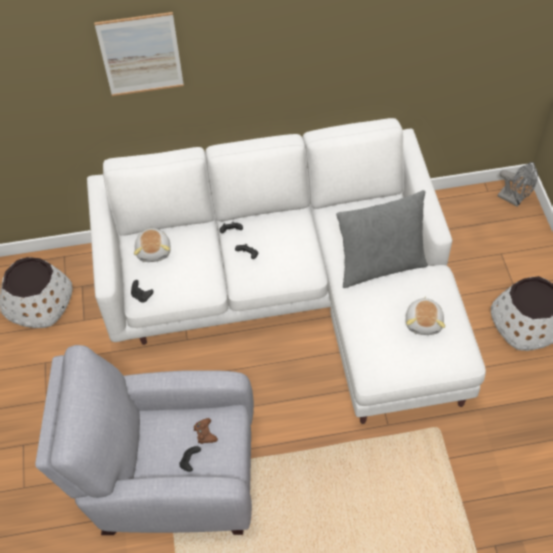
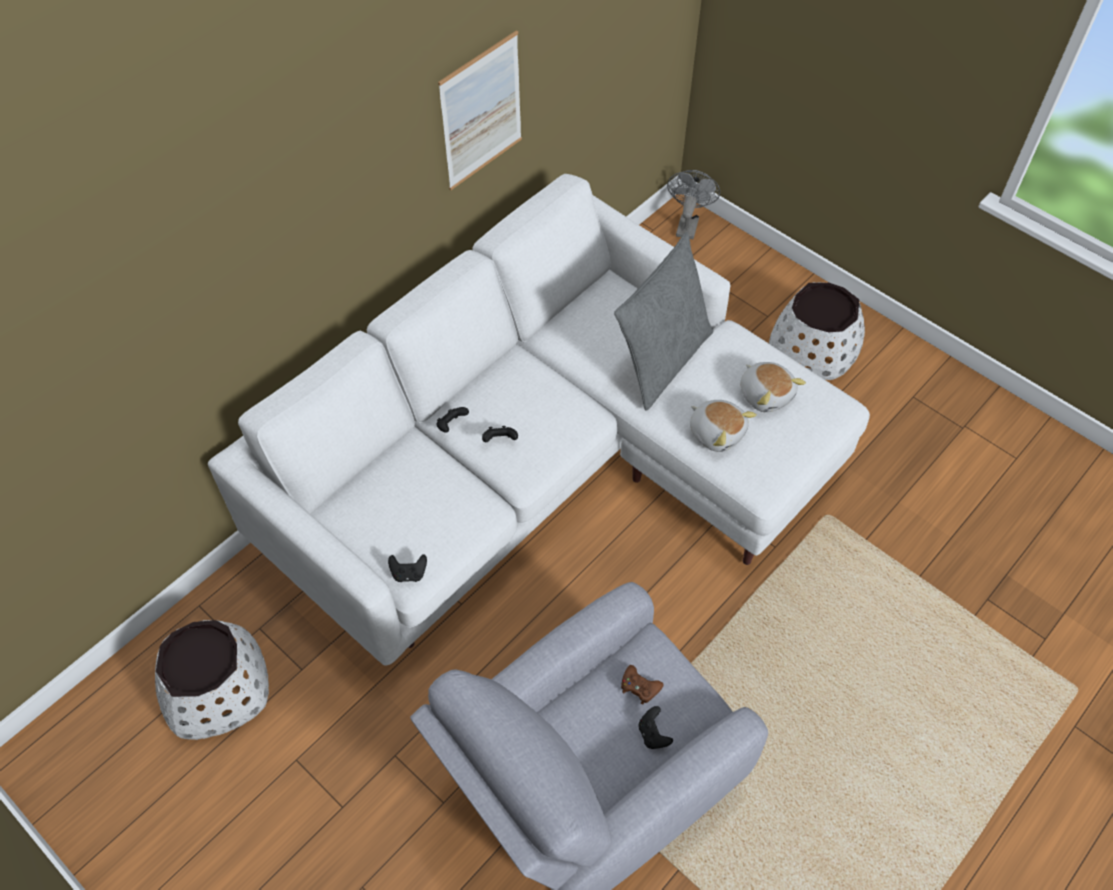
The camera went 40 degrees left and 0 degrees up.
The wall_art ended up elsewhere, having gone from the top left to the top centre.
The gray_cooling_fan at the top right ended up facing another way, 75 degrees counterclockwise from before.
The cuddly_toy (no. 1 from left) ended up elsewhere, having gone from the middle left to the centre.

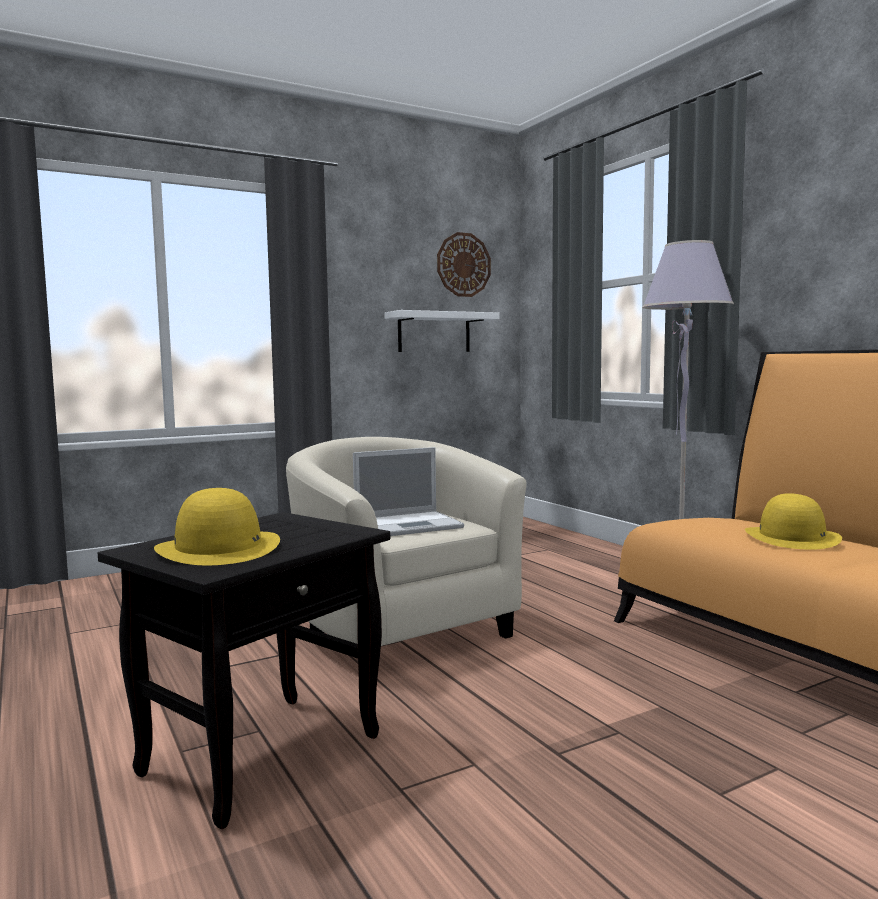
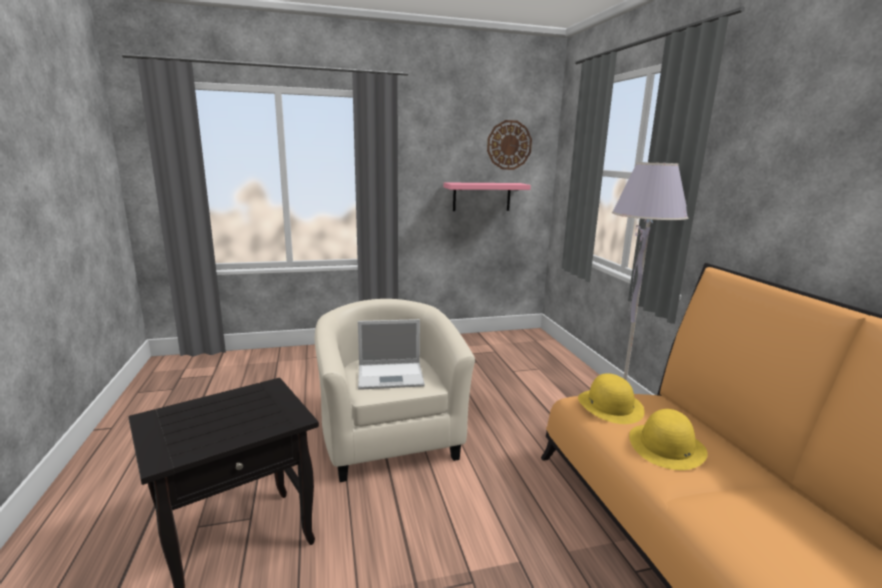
The camera went 15 degrees right and 10 degrees up.
What was the white-coloured_shelf at the centre turned into the pinkish_shelf at the centre.
The yellow-coloured_clothing_hat (no. 1 from left) ended up elsewhere, having gone from the middle left to the bottom right.

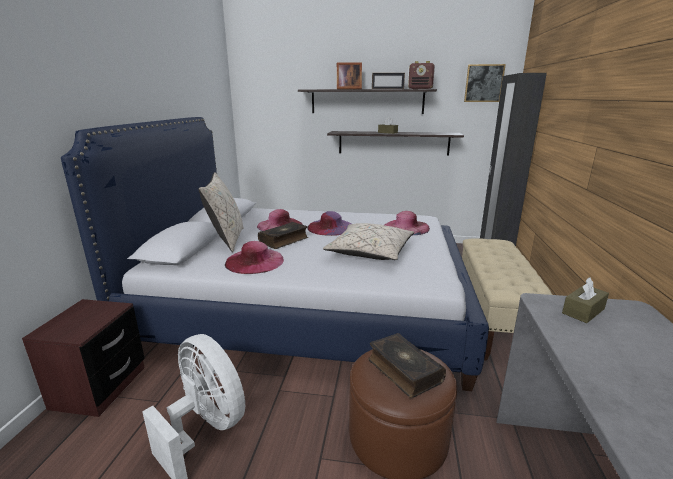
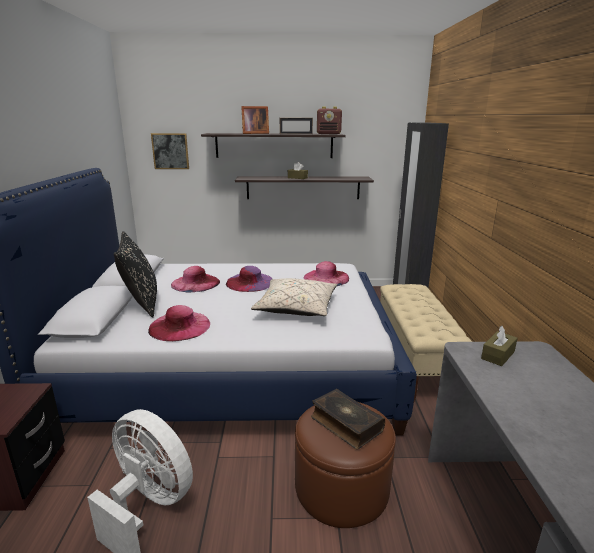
The camera went 10 degrees left and 0 degrees up.
The wall_art ended up elsewhere, having gone from the top right to the top left.
What was the beige-coloured_throw_pillow (no. 1 from left) at the middle left turned into the black-coloured_throw_pillow at the middle left.
The second view lost the book (no. 1 from left) at the centre.

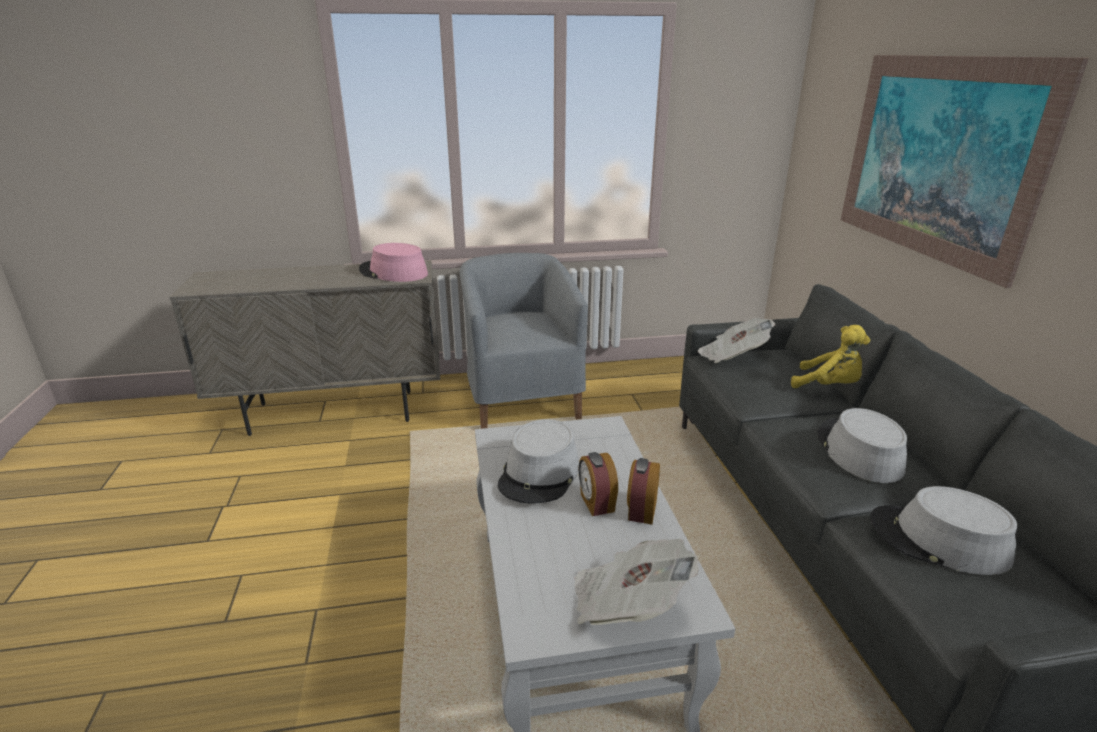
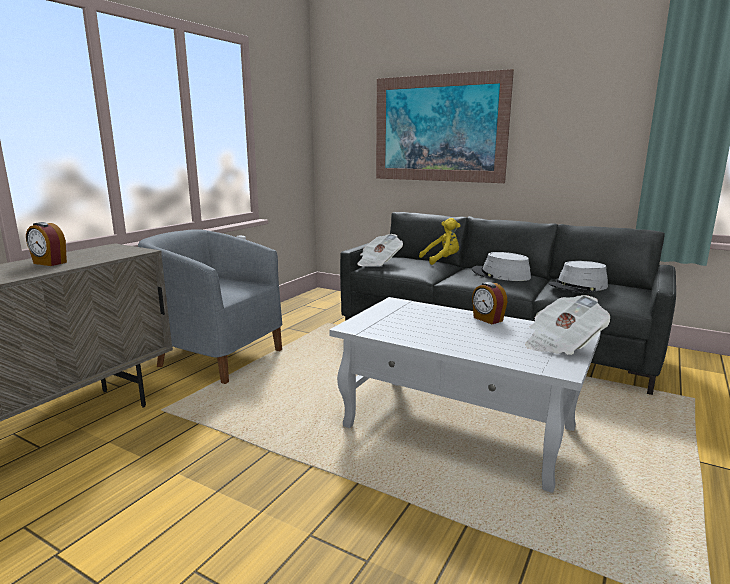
The camera went 50 degrees left and 10 degrees down.
The second view lost the pinkish_clothing_hat at the centre.
The second view lost the gray_clothing_hat (no. 1 from left) at the centre.
The table_clock (no. 1 from left) ended up elsewhere, having gone from the centre to the middle left.

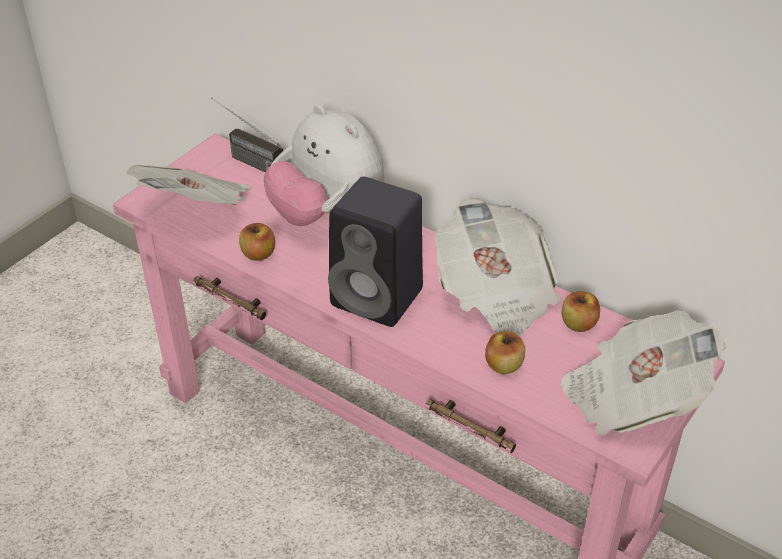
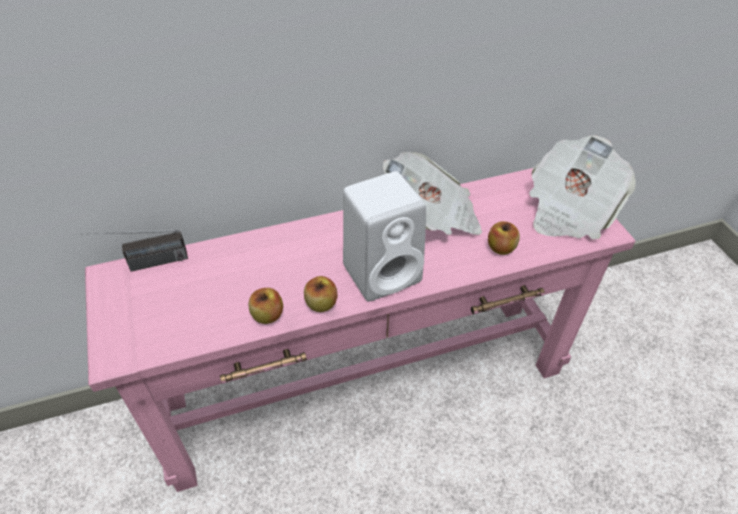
The camera went 55 degrees left and 5 degrees up.
The second view lost the cuddly_toy at the top centre.
The second view lost the daily_paper (no. 1 from left) at the top left.
What was the black-coloured_speaker at the centre turned into the white-coloured_speaker at the centre.
The whole_apple (no. 3 from left in the first image) ended up elsewhere, having gone from the middle right to the centre.

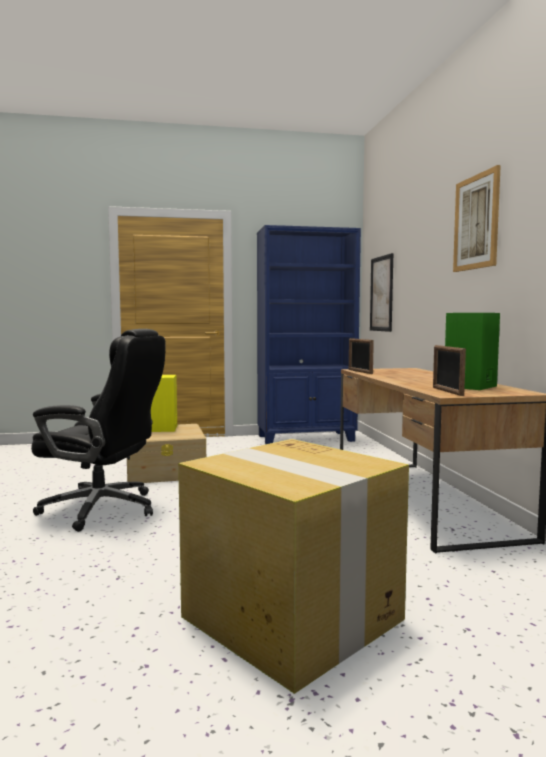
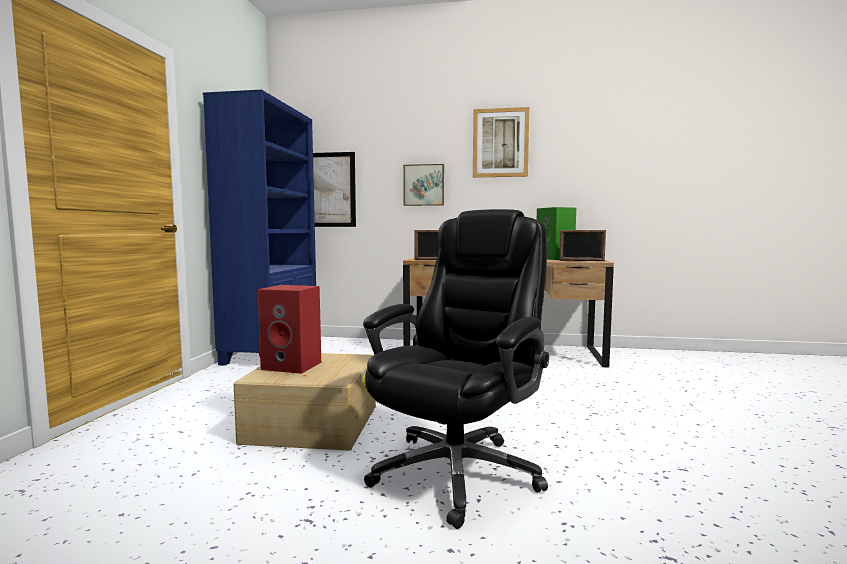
The camera went 70 degrees left and 0 degrees up.
What was the yellow-coloured_speaker at the middle left turned into the reddish_speaker at the centre.
The second view lost the packing_box at the bottom centre.
The second view gained the wall_art (no. 2 from left) at the top centre.

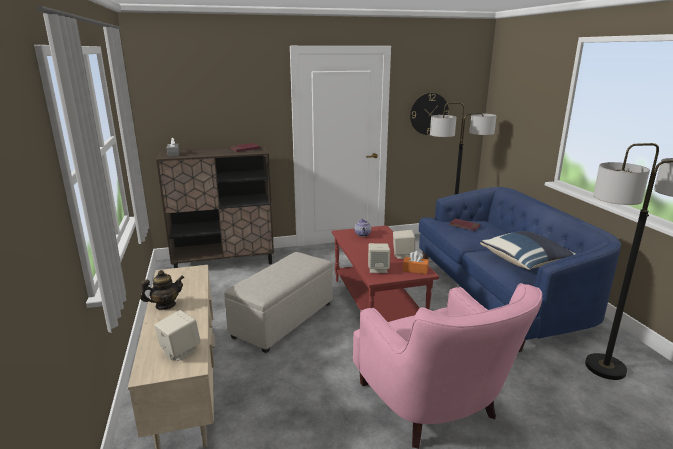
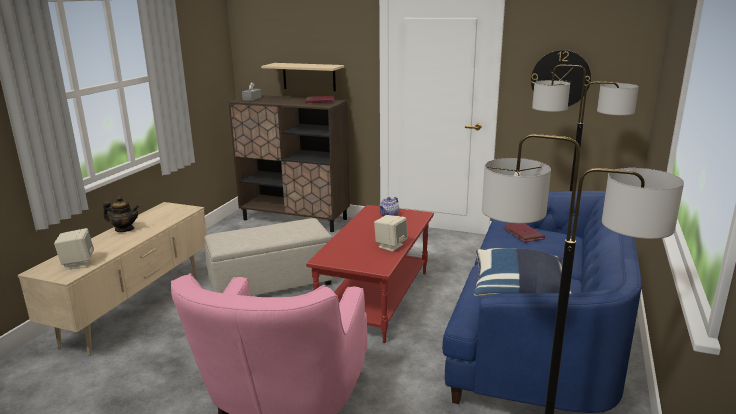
The camera went 35 degrees right and 0 degrees up.
The second view lost the beige-coloured_speaker (no. 2 from left) at the centre.
The second view lost the orangey_box_of_tissues at the centre.
The second view gained the beige-coloured_shelf at the top centre.

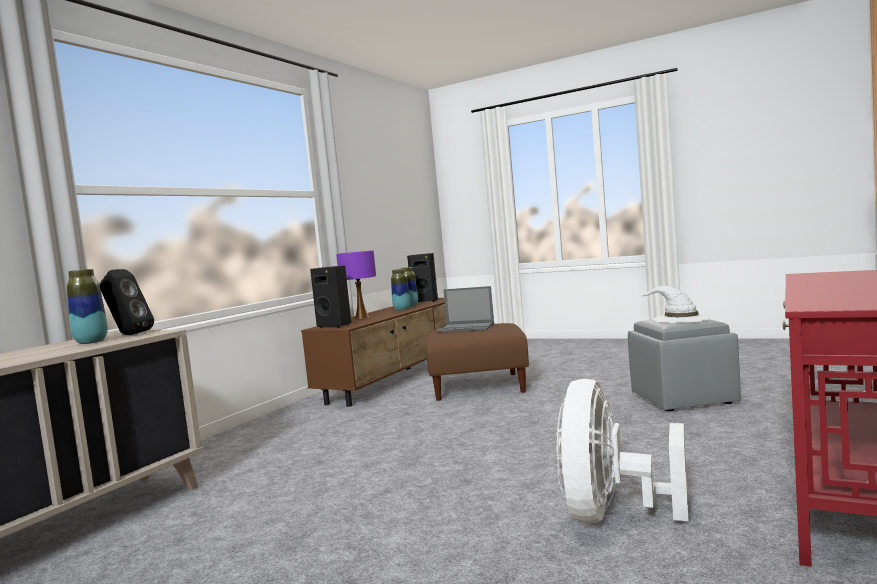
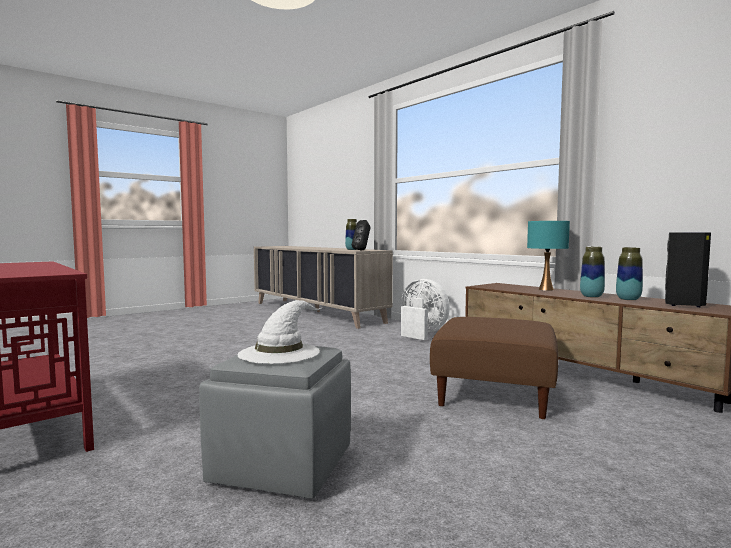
The camera went 110 degrees right and 0 degrees up.
What was the purple-coloured_lamp_for_a_table at the centre turned into the blue-green_lamp_for_a_table at the middle right.
The second view lost the black-coloured_speaker (no. 2 from left) at the centre.
The second view lost the laptop at the centre.
The white-coloured_cooling_fan ended up elsewhere, having gone from the bottom right to the centre.

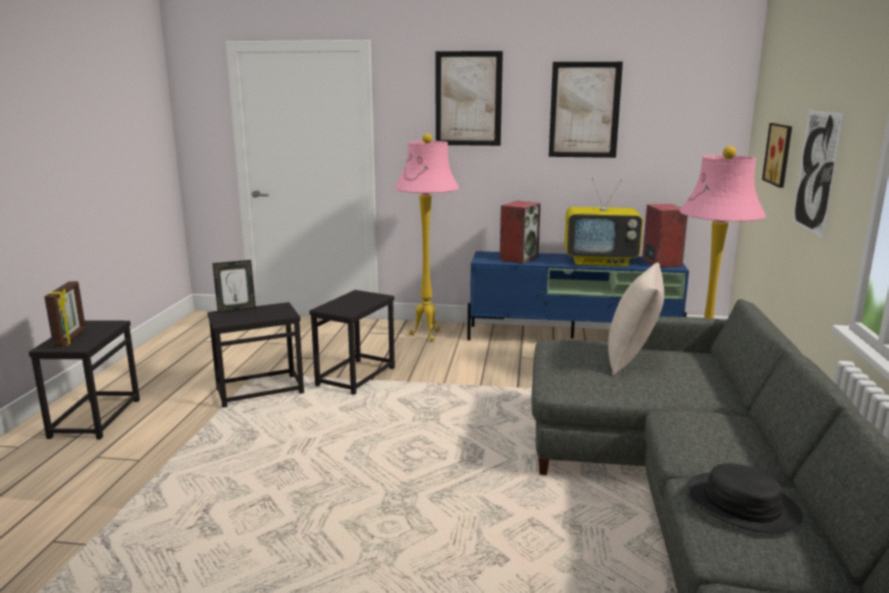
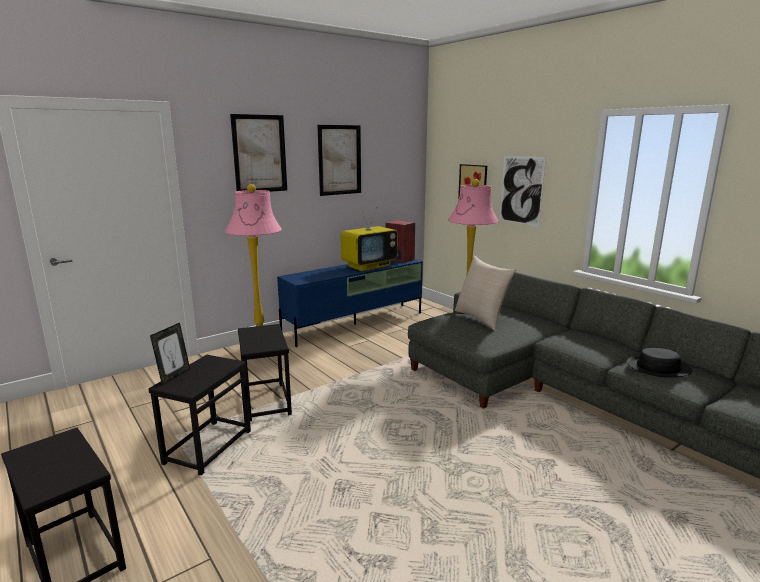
The camera went 45 degrees left and 0 degrees up.
The second view lost the speaker (no. 1 from left) at the centre.
The second view lost the photo_frame (no. 1 from left) at the middle left.

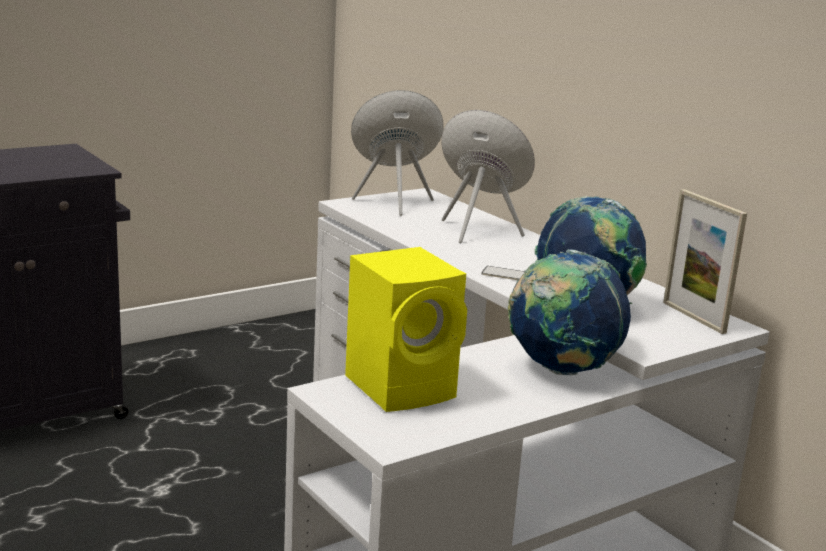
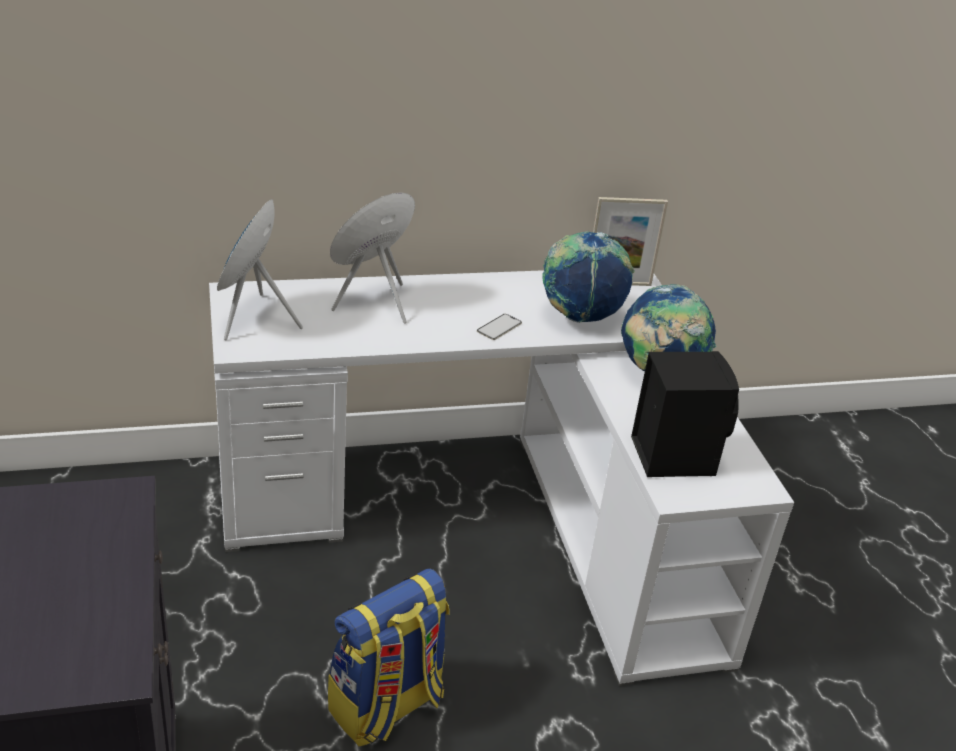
The camera went 70 degrees left and 15 degrees up.
What was the yellow-coloured_speaker at the centre turned into the black-coloured_speaker at the middle right.
The second view gained the knapsack at the bottom centre.

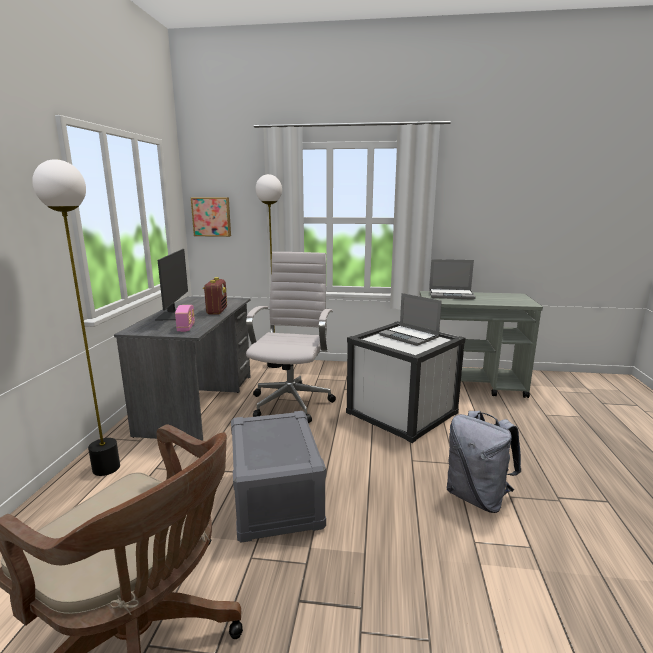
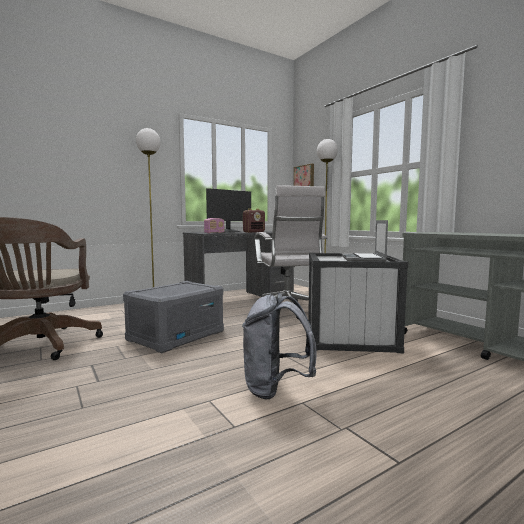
The camera went 50 degrees right and 10 degrees down.
The white-coloured_desk_chair at the centre ended up facing another way, 105 degrees clockwise from before.
The second view lost the laptop (no. 2 from left) at the middle right.

